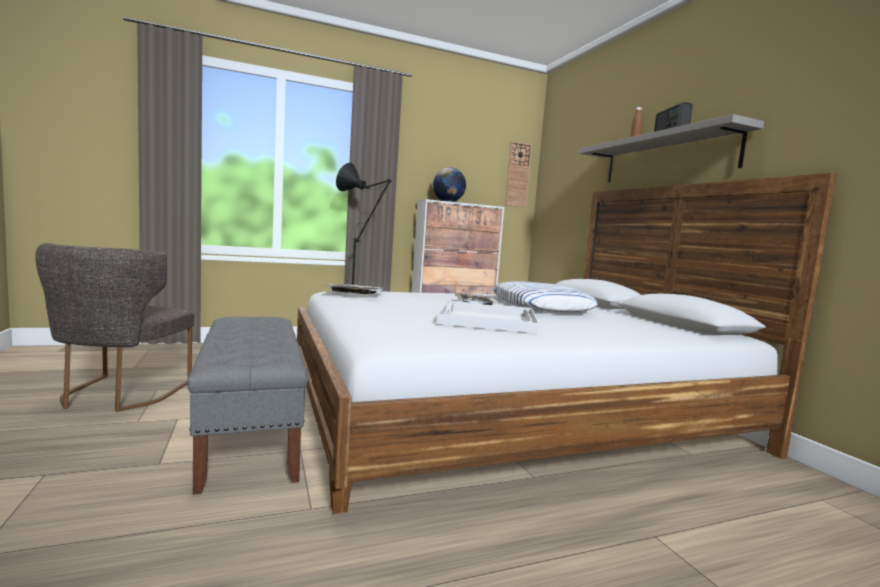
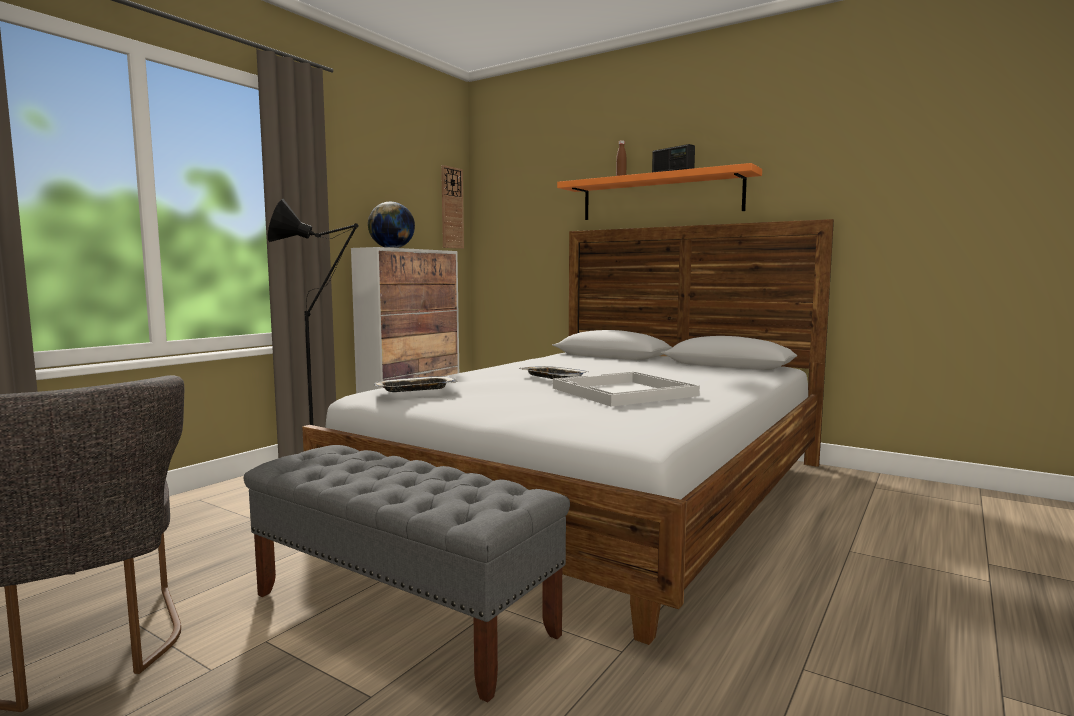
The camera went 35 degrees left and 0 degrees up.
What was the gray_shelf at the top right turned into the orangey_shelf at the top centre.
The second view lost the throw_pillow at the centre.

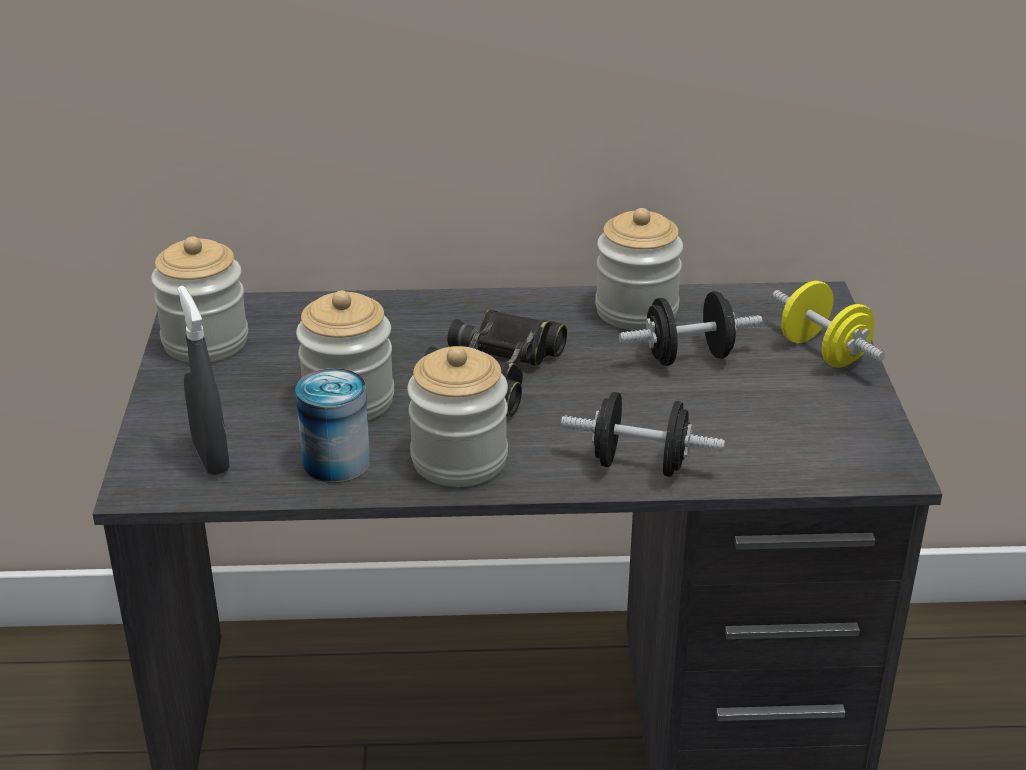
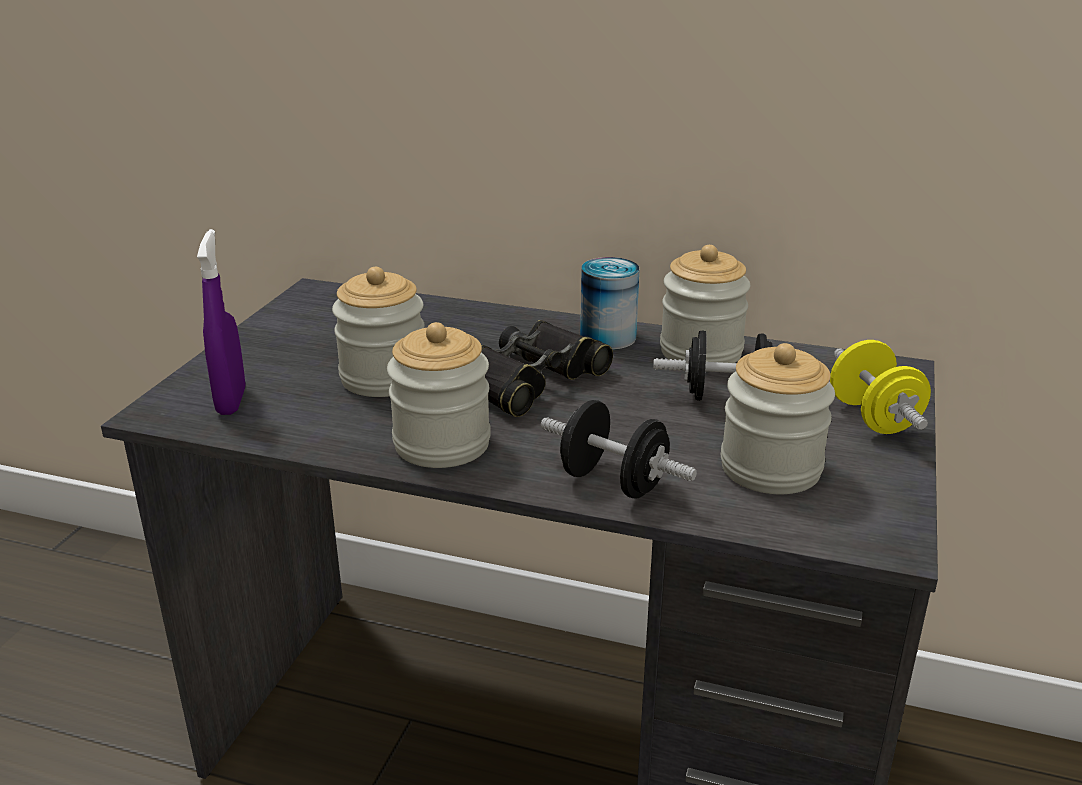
The camera went 20 degrees right and 5 degrees down.
The preserve_jar (no. 1 from left in the first image) ended up elsewhere, having gone from the middle left to the middle right.
What was the gray_spray_bottle at the middle left turned into the purple-coloured_spray_bottle at the middle left.
The can ended up elsewhere, having gone from the middle left to the centre.

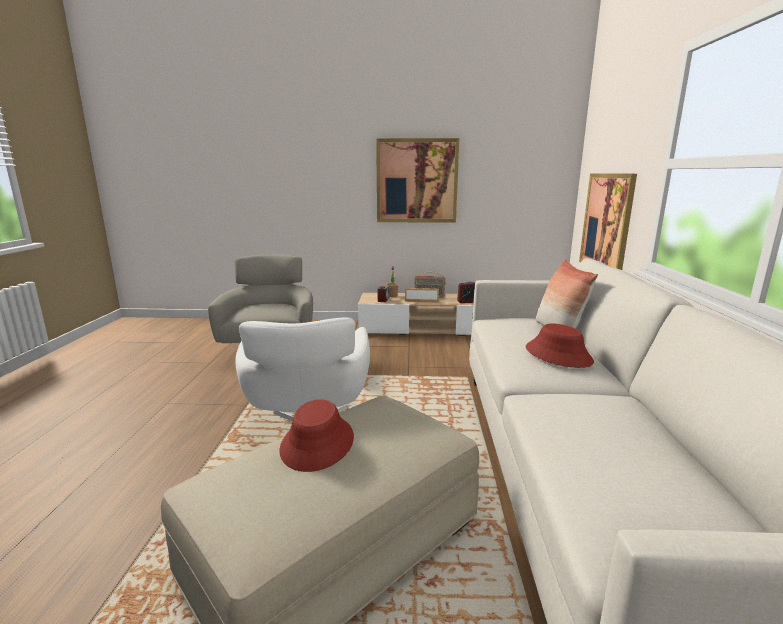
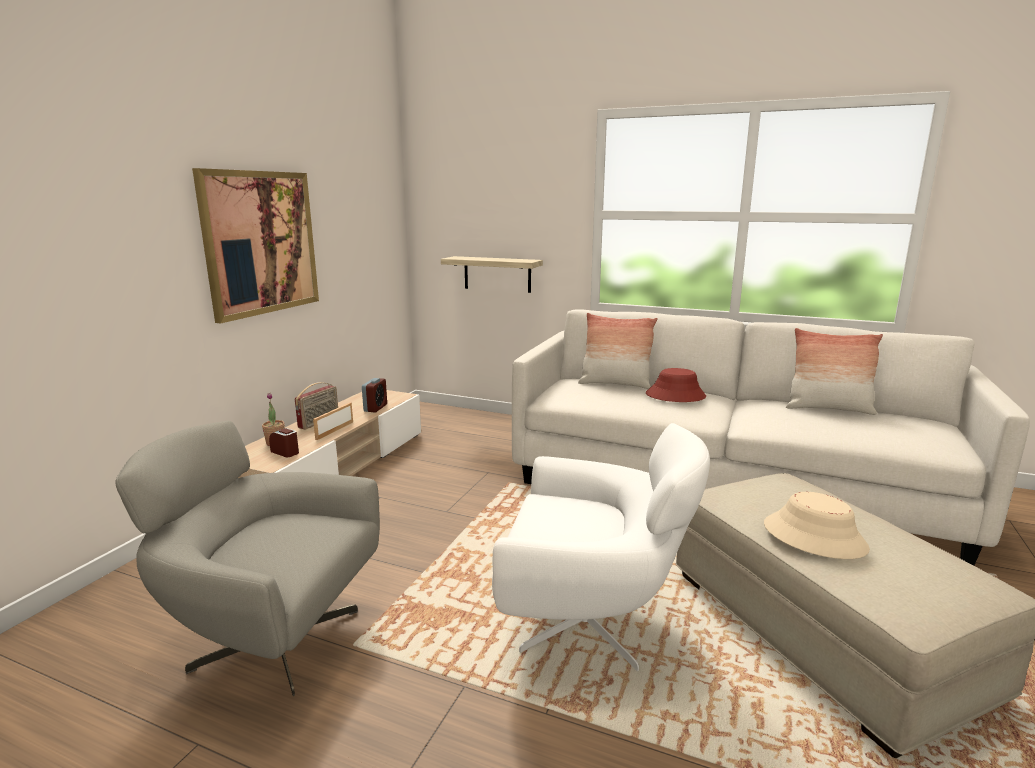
The camera went 70 degrees left and 0 degrees up.
Where the wall_art (no. 2 from left) hung at the middle right, the shelf came to hang at the centre.
What was the reddish_clothing_hat (no. 1 from left) at the bottom centre turned into the beige-coloured_clothing_hat at the bottom right.
The second view gained the throw_pillow (no. 2 from left) at the middle right.

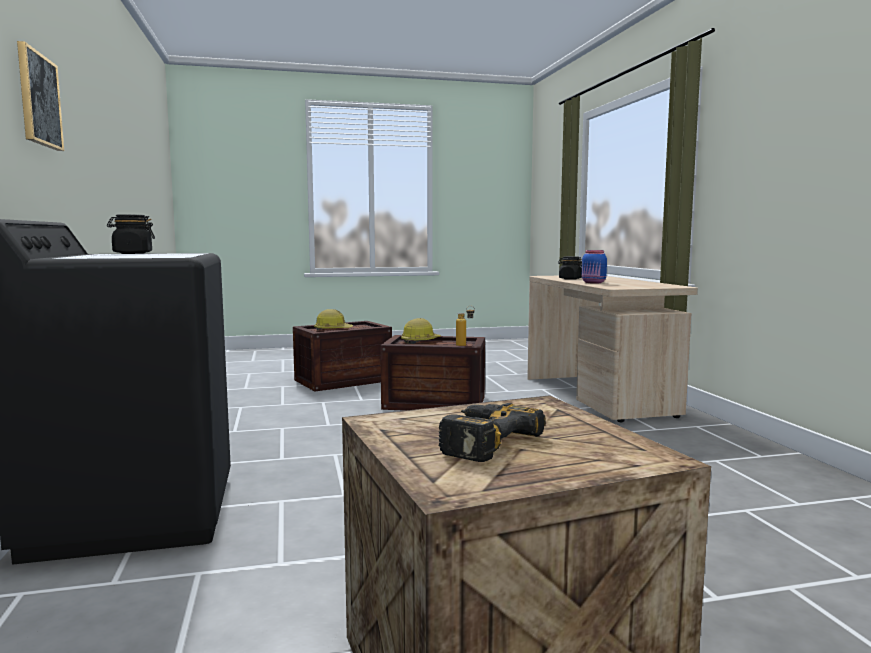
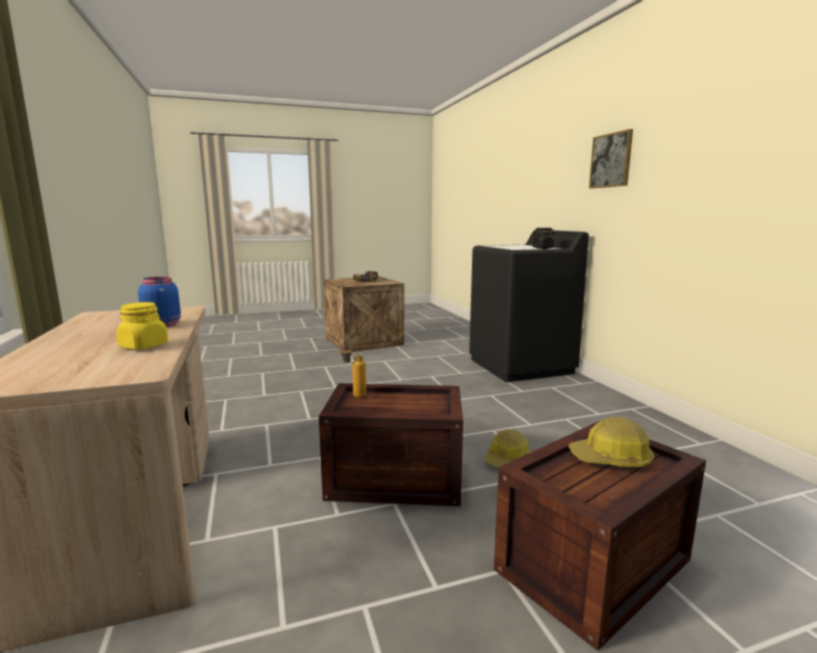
The camera went 175 degrees right and 5 degrees up.
What was the black-coloured_preserve_jar (no. 2 from left) at the centre turned into the yellow-coloured_preserve_jar at the middle left.
The hard_hat (no. 2 from left in the first image) ended up elsewhere, having gone from the centre to the bottom centre.

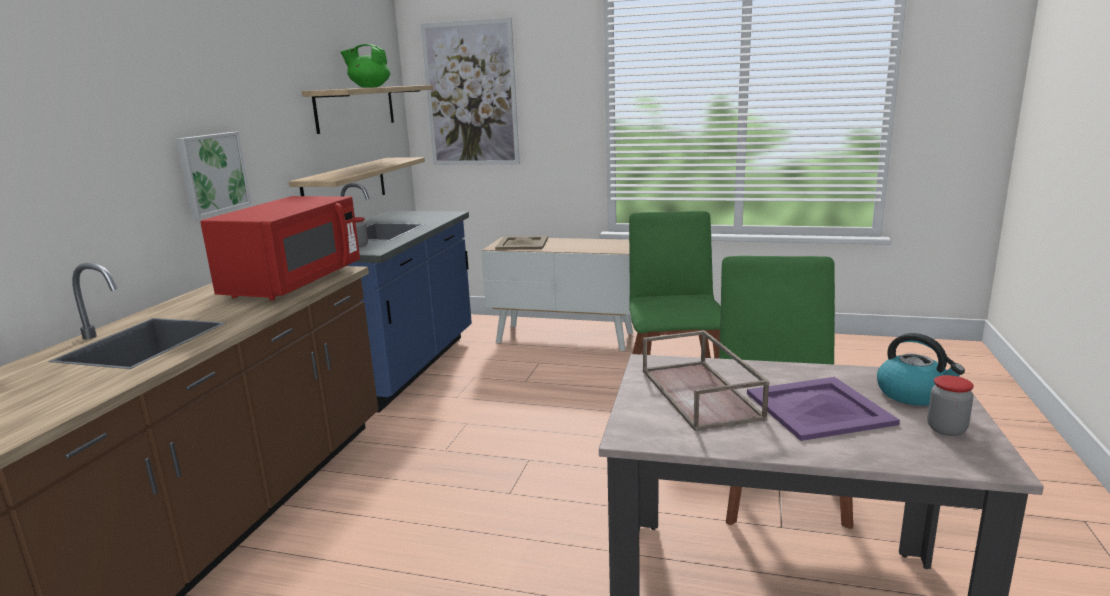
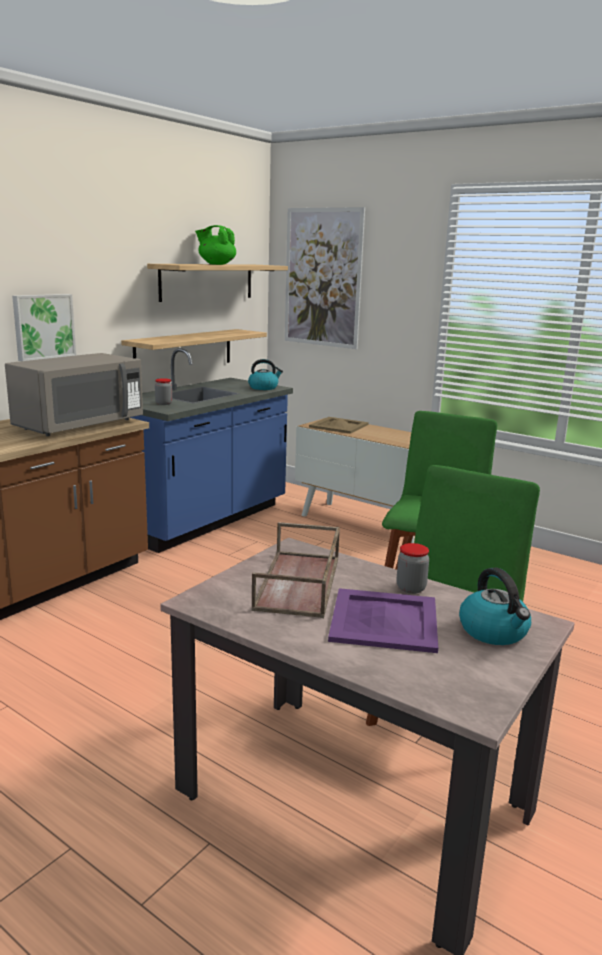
The camera went 20 degrees right and 0 degrees up.
What was the reddish_microwave at the middle left turned into the gray_microwave at the middle left.
The preserve_jar (no. 2 from left) ended up elsewhere, having gone from the bottom right to the middle right.
The second view gained the kettle (no. 1 from left) at the centre.

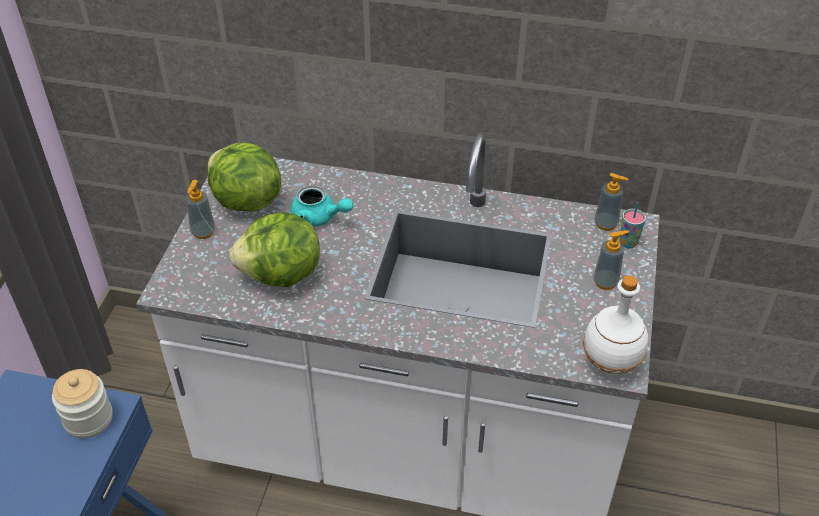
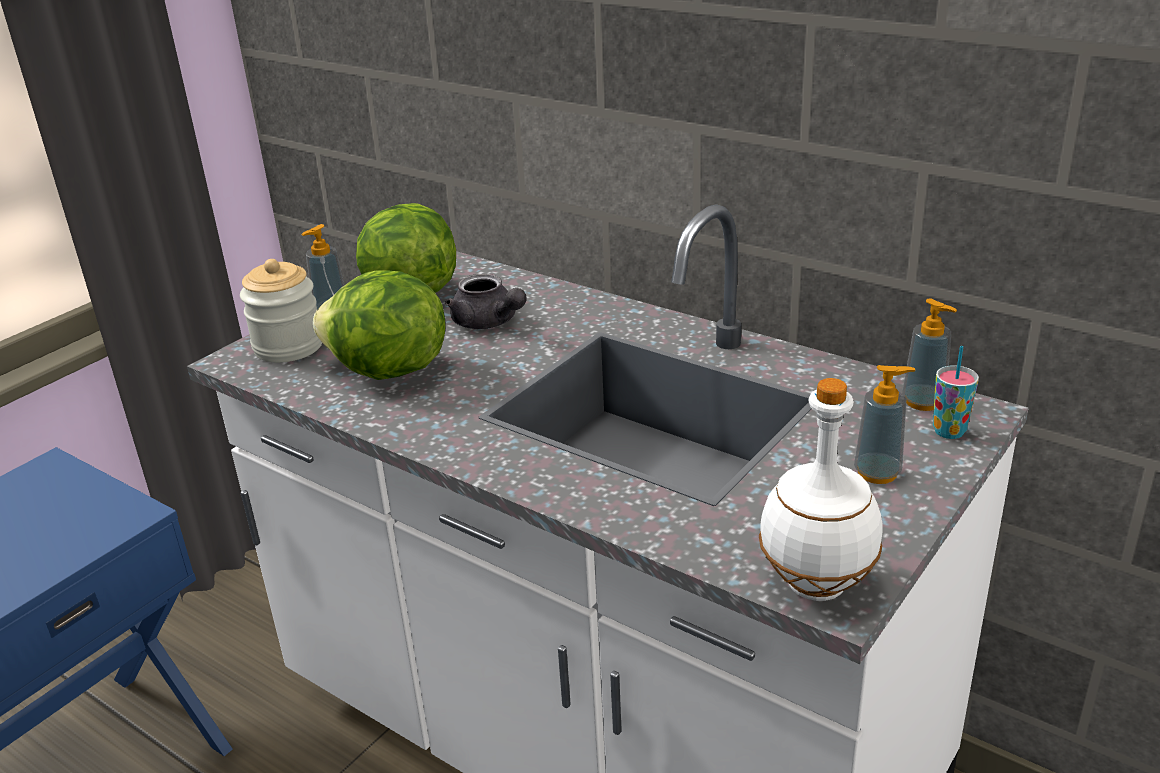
The camera went 25 degrees right and 15 degrees down.
What was the blue-green_pot_for_tea at the centre turned into the gray_pot_for_tea at the centre.
The preserve_jar ended up elsewhere, having gone from the bottom left to the middle left.

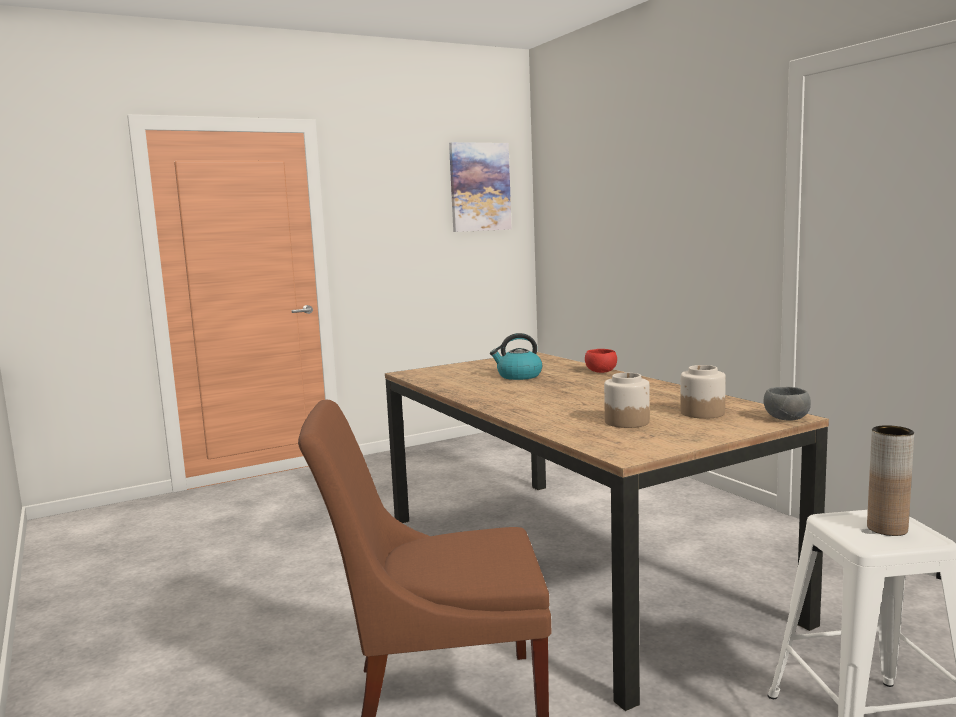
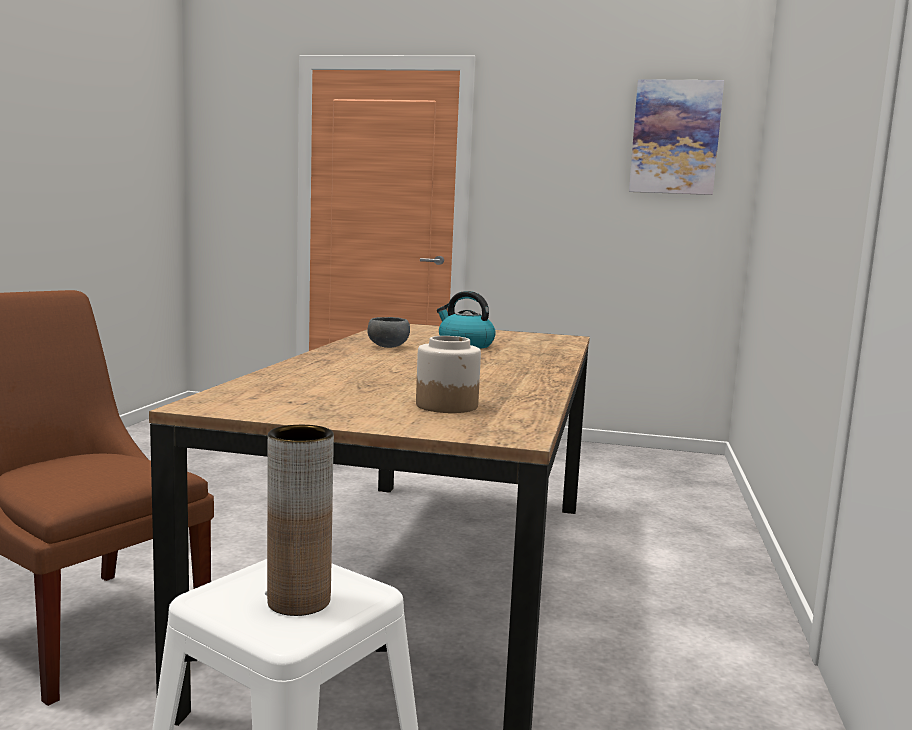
The camera went 40 degrees right and 0 degrees up.
The second view lost the reddish_deep_dish at the centre.
The second view lost the preserve_jar (no. 1 from left) at the centre.
The gray_deep_dish ended up elsewhere, having gone from the middle right to the centre.

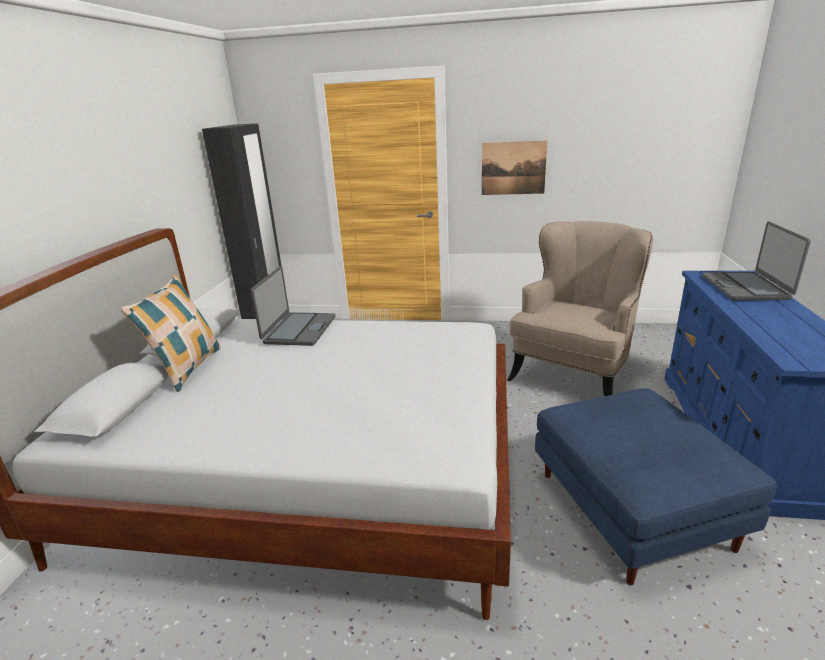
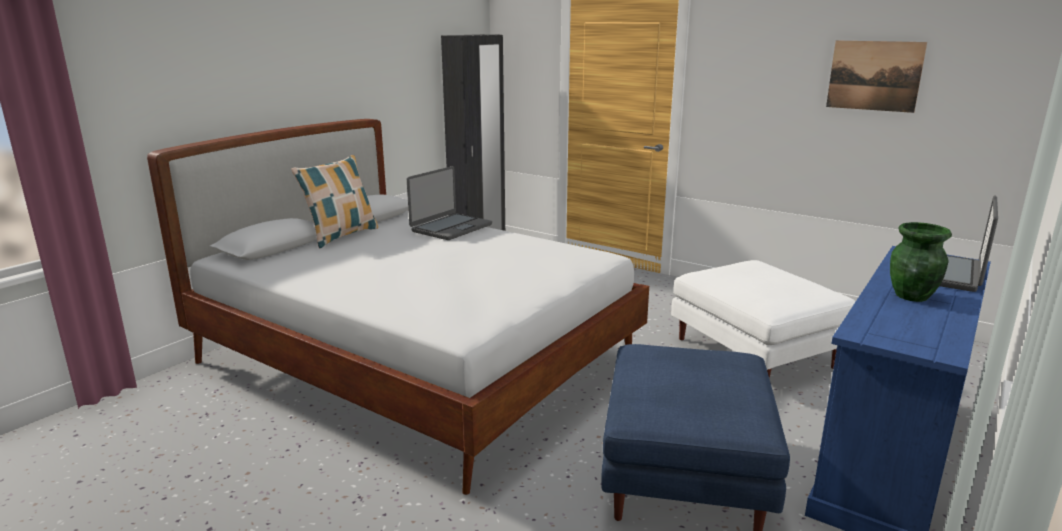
The camera went 25 degrees right and 5 degrees down.
The wall_art ended up elsewhere, having gone from the top centre to the top right.
Where the beige-coloured_lounge_chair stood at the middle right, the white-coloured_ottoman came to stand at the middle right.
The second view gained the green_decorative_vase at the middle right.

